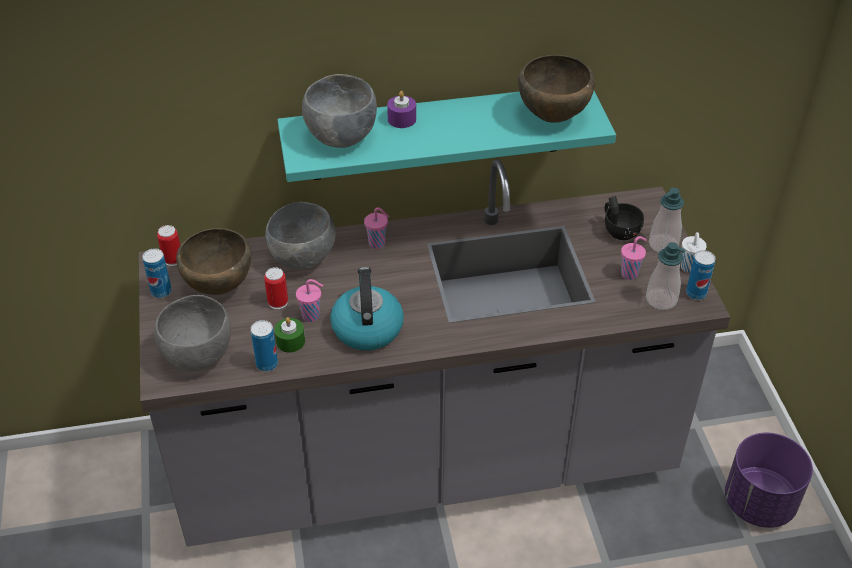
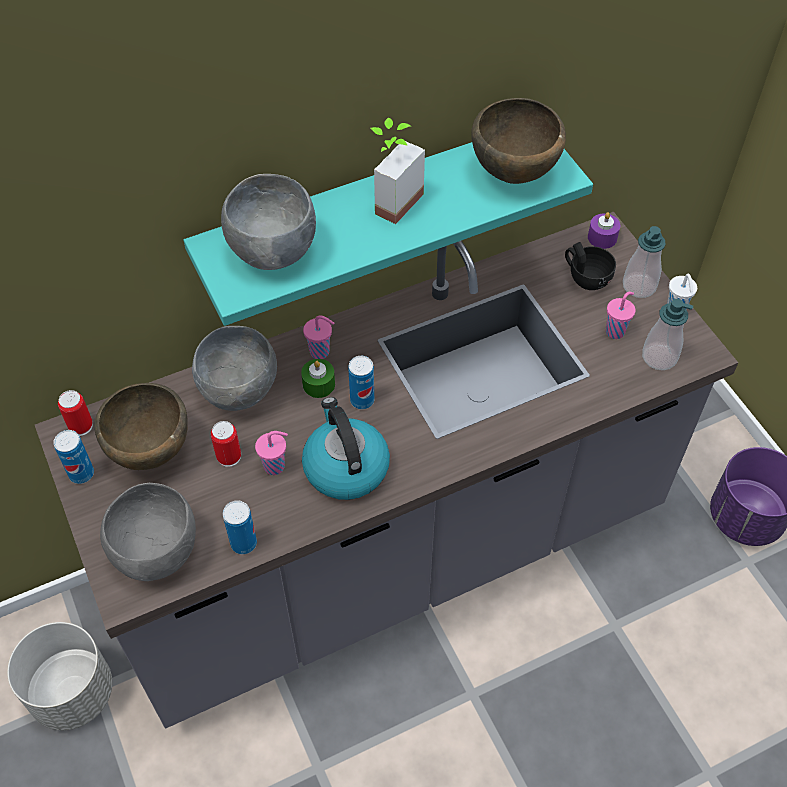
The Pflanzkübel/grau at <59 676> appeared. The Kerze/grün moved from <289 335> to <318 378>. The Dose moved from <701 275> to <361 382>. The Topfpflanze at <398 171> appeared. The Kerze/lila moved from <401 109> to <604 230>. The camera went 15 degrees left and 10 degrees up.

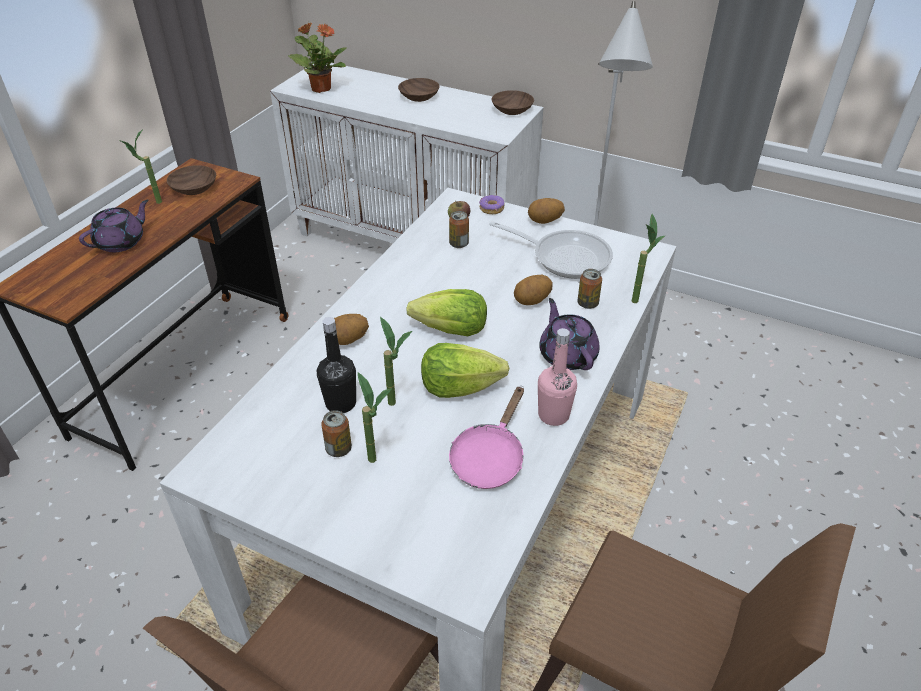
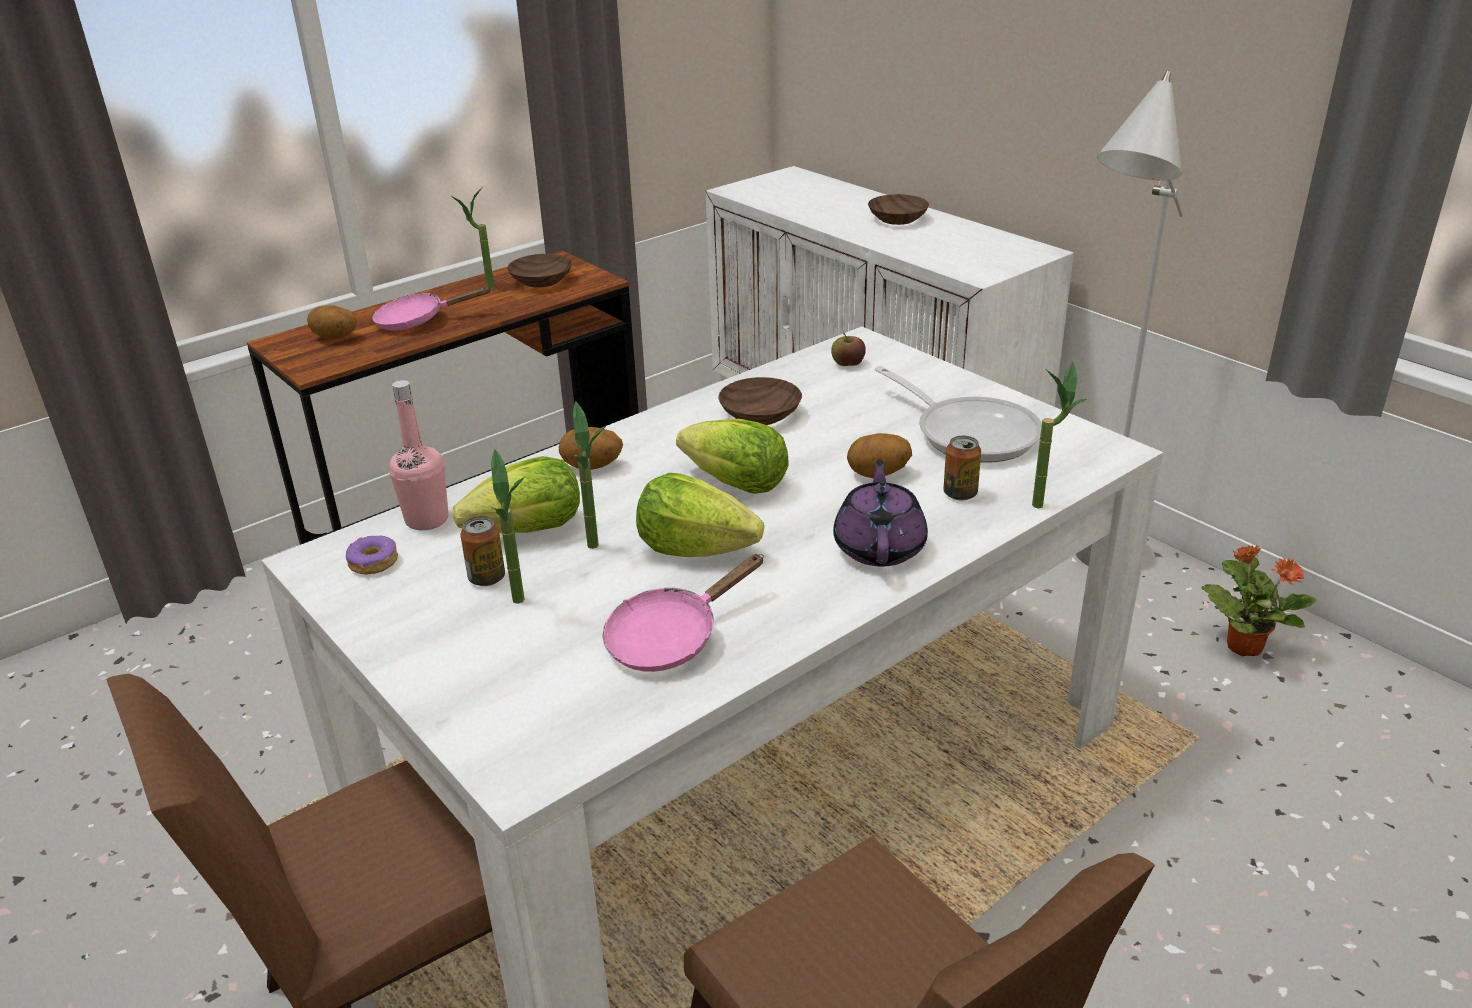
The Kartoffel moved from <546 211> to <332 322>. The Donut moved from <491 204> to <372 555>. The Teekanne/lila at <113 226> was replaced by the Pfanne/rosa at <432 308>. The Flasche/rosa moved from <557 377> to <419 455>. The Flasche/schwarz at <336 365> was replaced by the Salatkopf at <516 494>. The Schüssel/braun moved from <513 102> to <760 401>. The Topfpflanze moved from <317 57> to <1259 601>. The Dose at <459 229> disappeared. The camera went 25 degrees right and 10 degrees down.

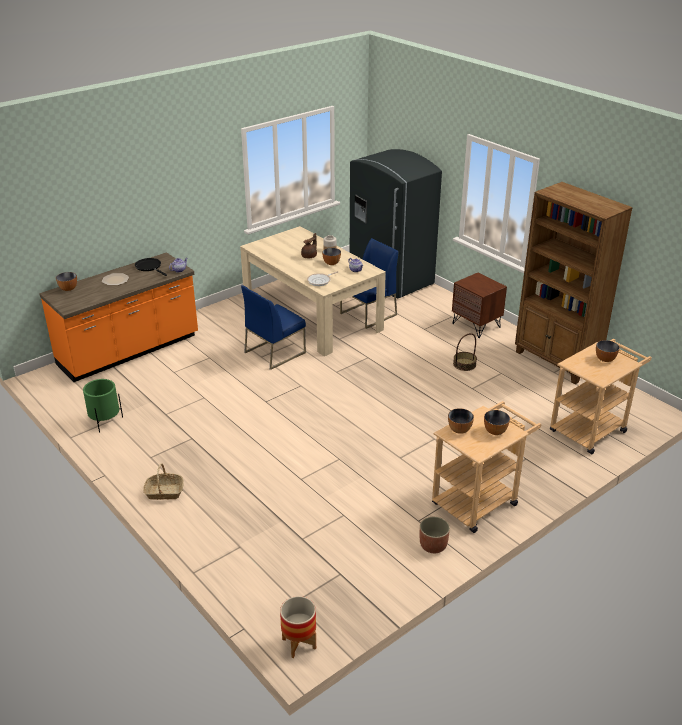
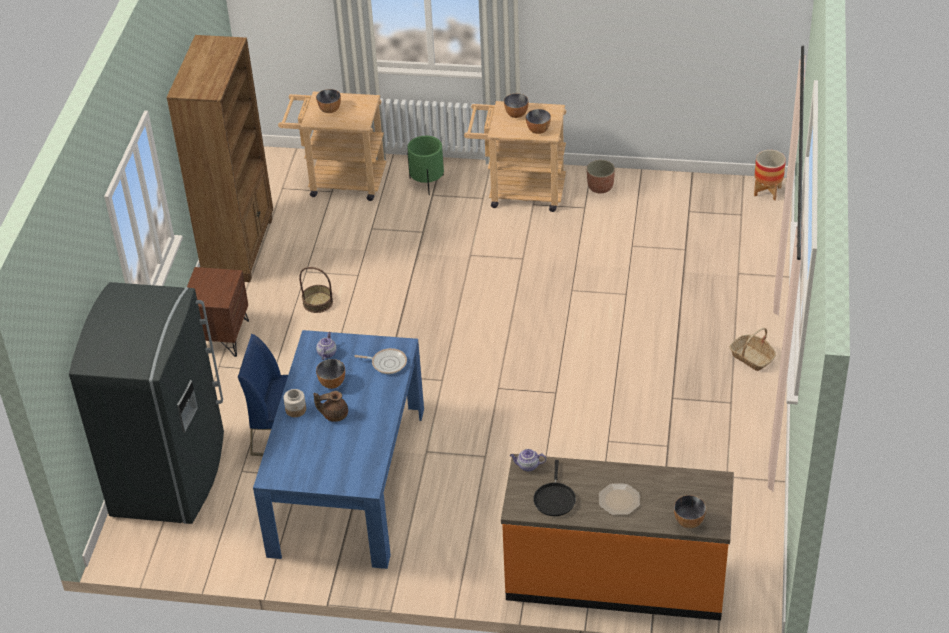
The Esstisch/beige at <313 291> became the Esstisch/blau at <338 449>. The Pflanzkübel/grün moved from <103 405> to <426 165>. The Stuhl/blau at <273 327> disappeared. The camera went 130 degrees left and 10 degrees up.

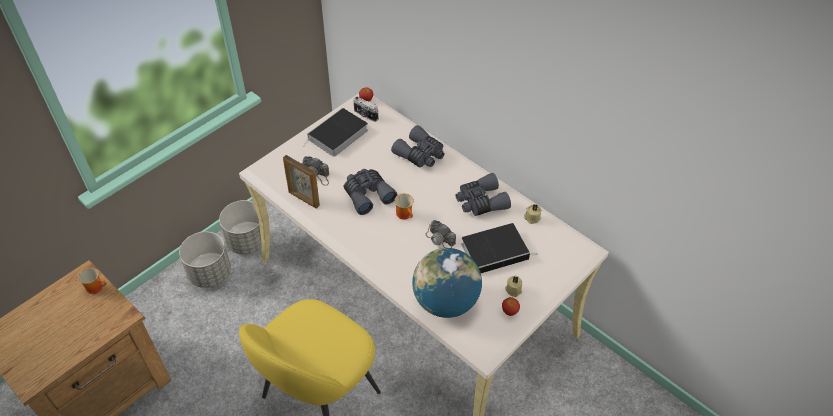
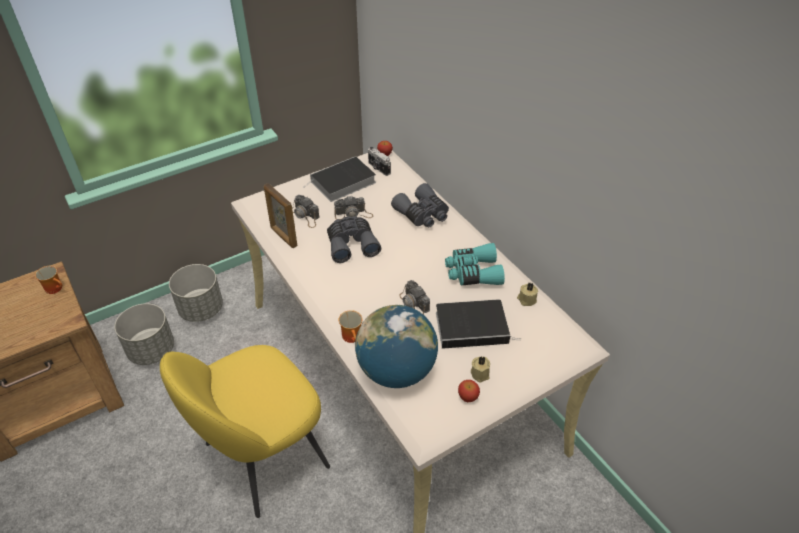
The Pflanzkübel/grau moved from <240 227> to <144 334>. The Kamera at <353 208> appeared. The Henkelbecher moved from <404 206> to <350 326>. The Fernglas/grau at <483 194> became the Fernglas/türkis at <475 264>. The camera went 15 degrees right and 5 degrees down.

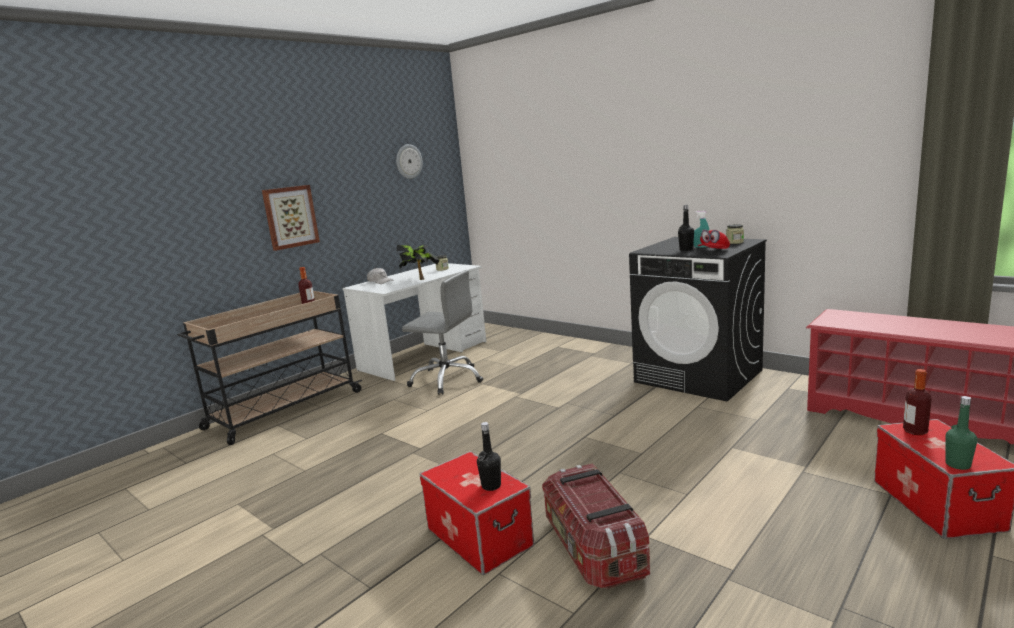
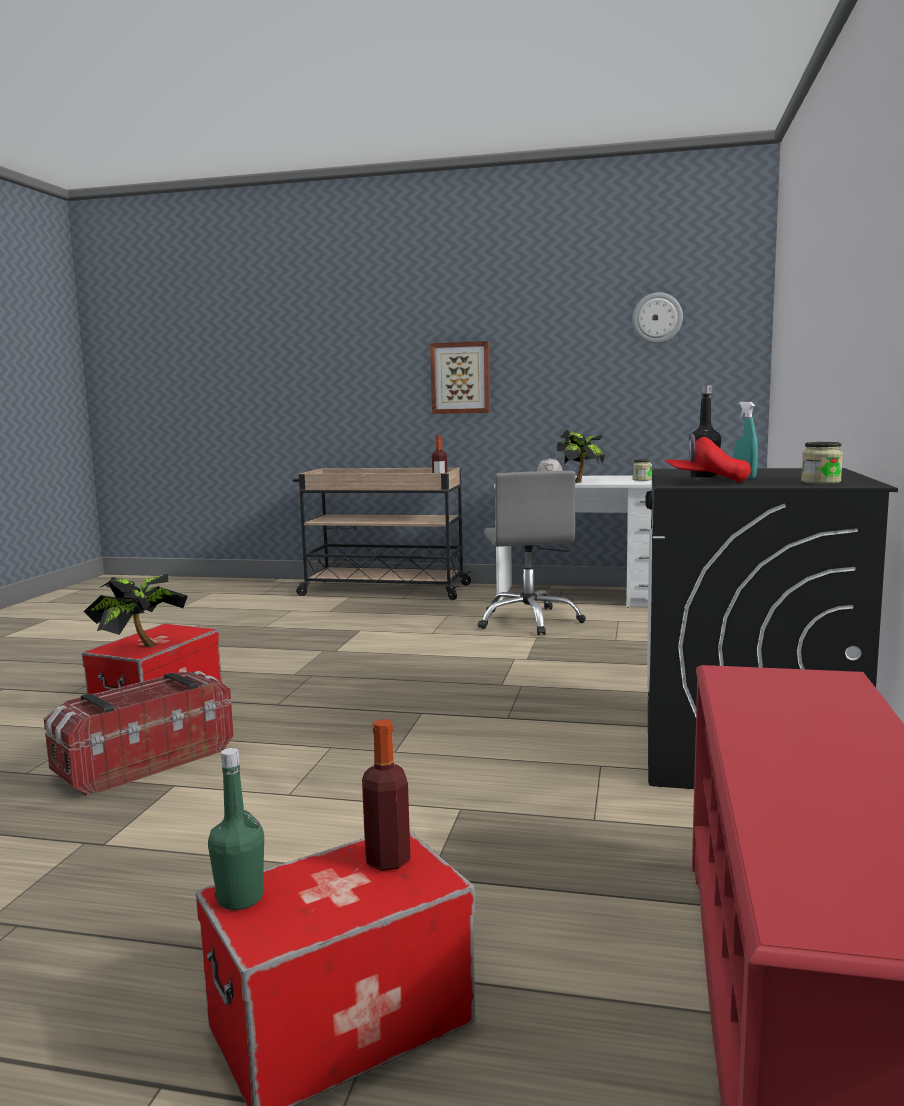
The Flasche/schwarz at <489 456> was replaced by the Topfpflanze at <135 610>. The camera went 60 degrees right and 5 degrees down.

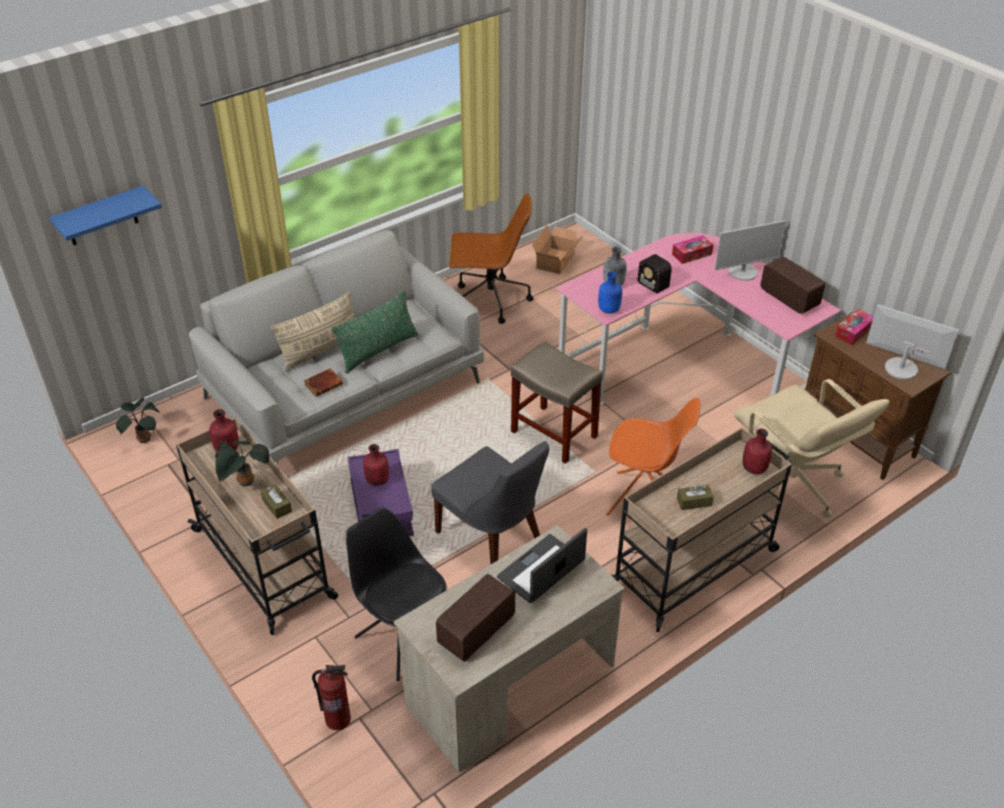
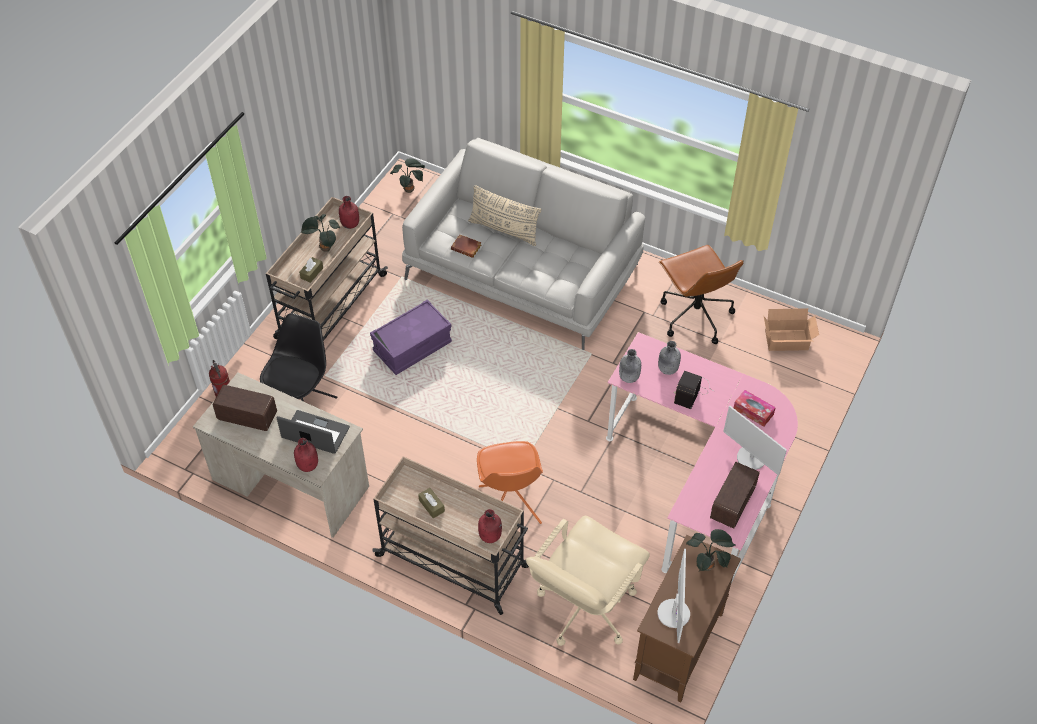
The Flasche/rot moved from <376 465> to <306 455>. The Flasche/blau at <610 293> became the Flasche/grau at <630 366>. The Taschentuchbox at <854 327> was replaced by the Topfpflanze at <711 550>. The Wandregal/blau at <105 215> disappeared. The Kissen/grün at <375 332> disappeared. The Stuhl/grau at <490 502> disappeared. The Hocker/beige at <557 403> disappeared. The camera went 65 degrees right and 10 degrees up.

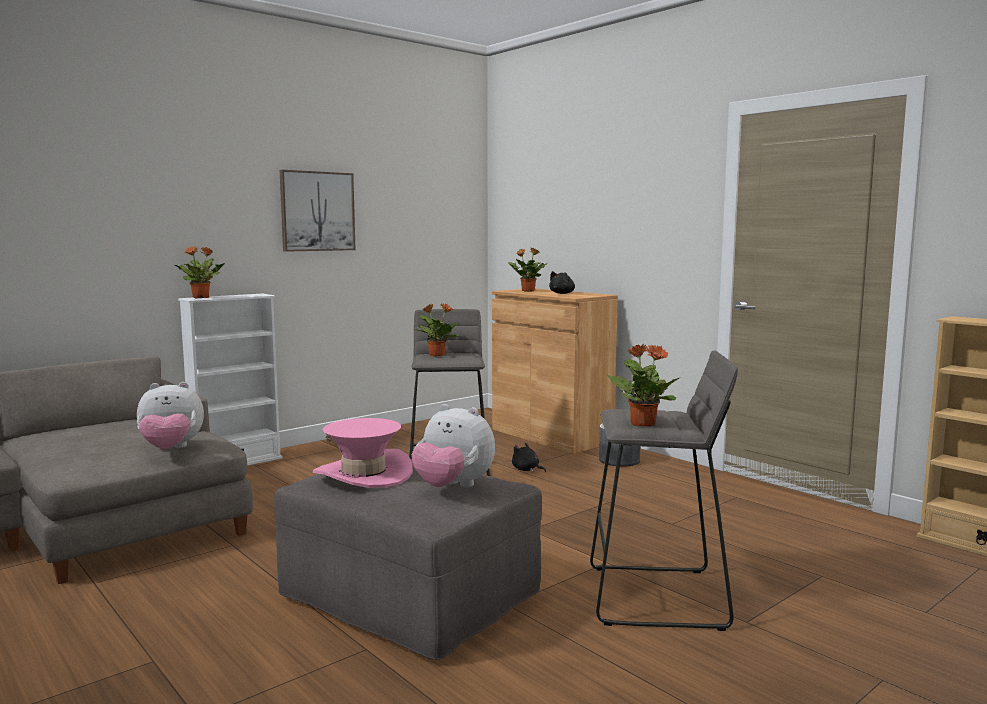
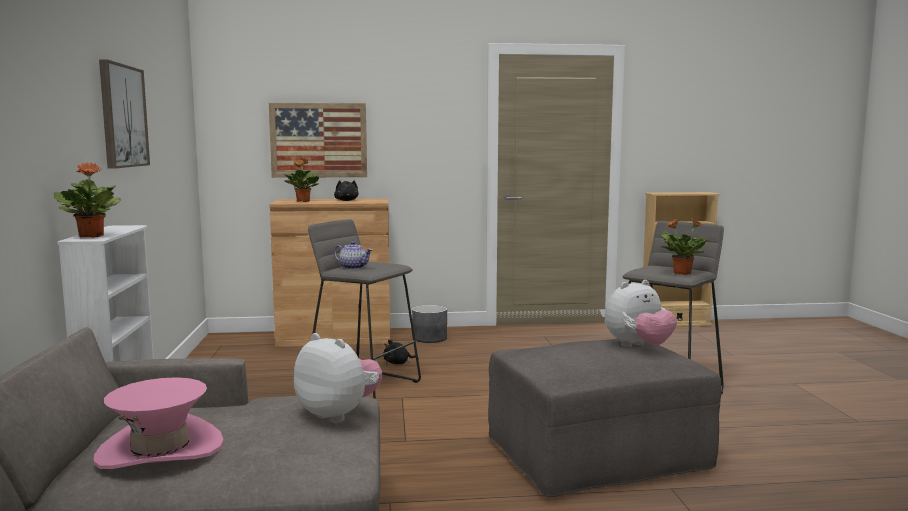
The Hut/rosa moved from <363 453> to <158 423>. The Bild at <318 140> appeared. The Plüschtier at <170 415> turned 75 degrees counterclockwise. The Topfpflanze at <437 330> was replaced by the Teekanne at <353 255>. The camera went 55 degrees left and 0 degrees up.

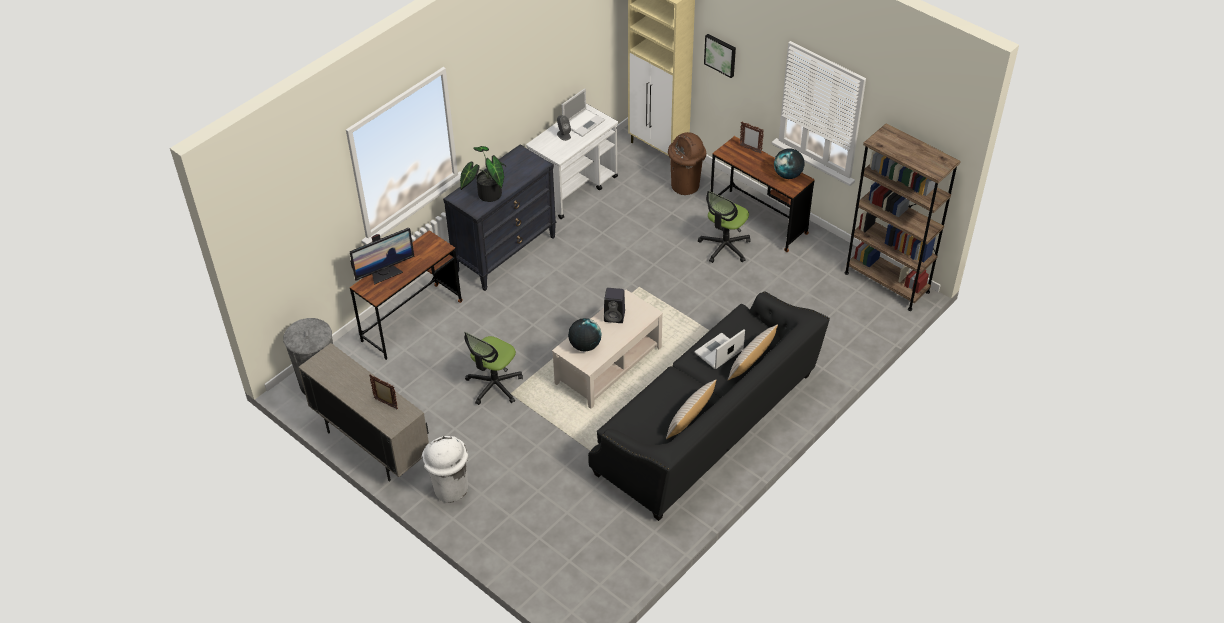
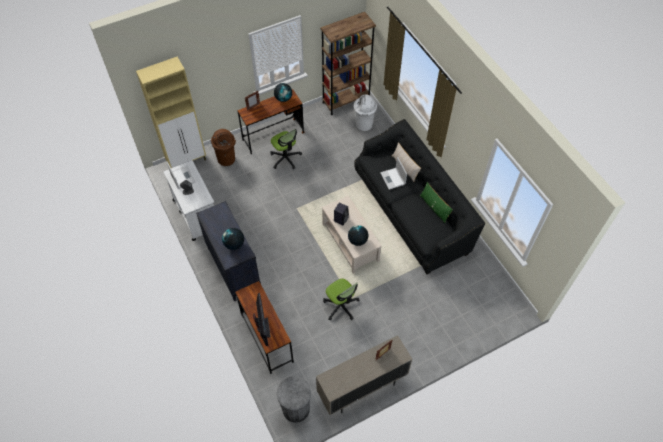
The Topfpflanze at <483 174> was replaced by the Globus at <233 239>. The Mülleimer/weiß moved from <444 469> to <365 112>. The Kissen/beige at <691 409> became the Kissen/grün at <436 202>. The Bild at <720 56> disappeared. The camera went 70 degrees left and 10 degrees up.

